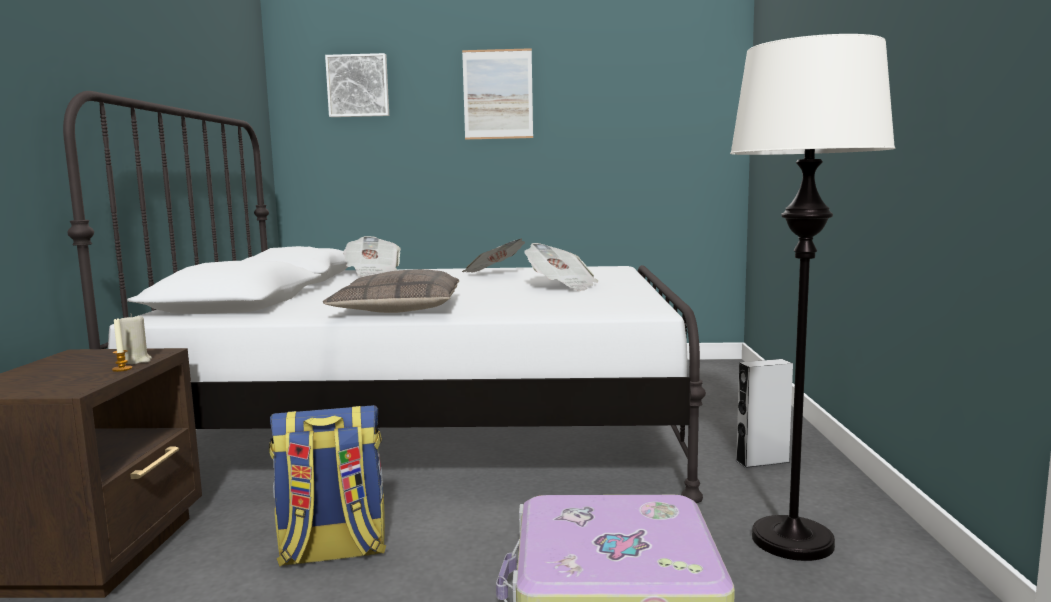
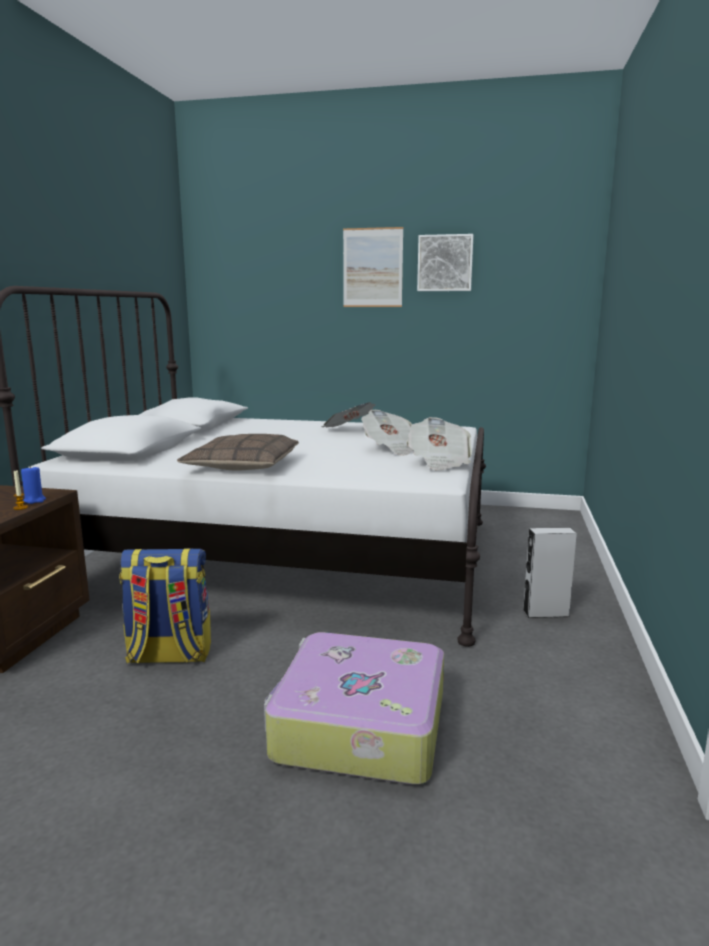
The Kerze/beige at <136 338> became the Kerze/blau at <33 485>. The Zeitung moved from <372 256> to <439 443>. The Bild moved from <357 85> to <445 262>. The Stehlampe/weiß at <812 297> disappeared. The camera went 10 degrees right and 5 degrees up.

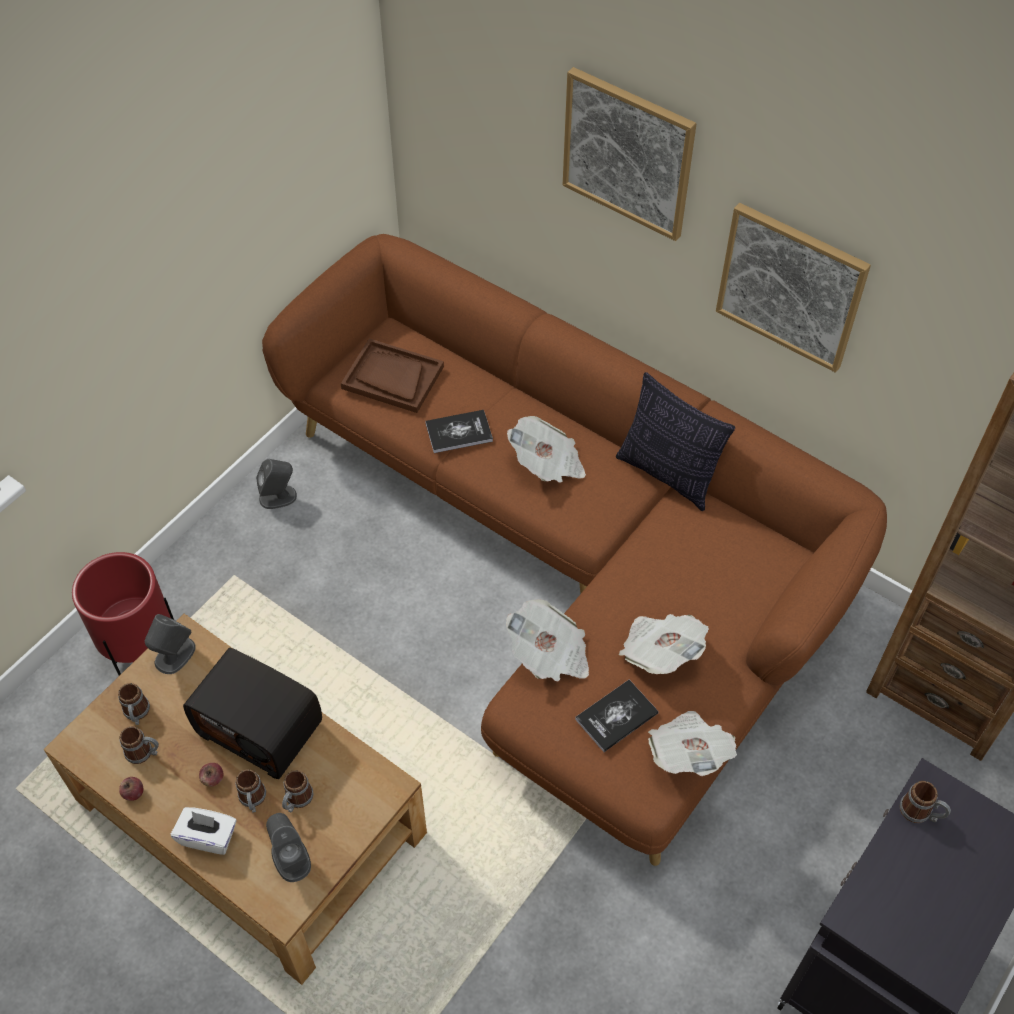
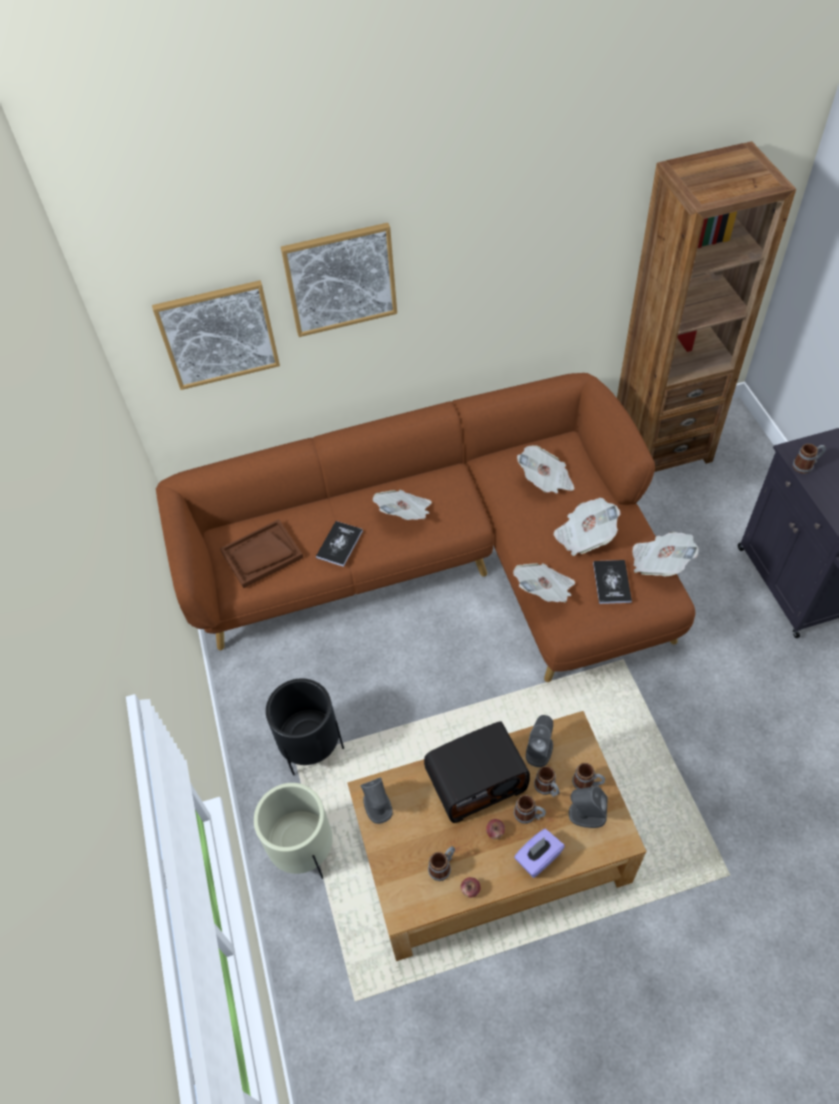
The Bild moved from <793 288> to <216 335>. The Pflanzkübel/rot at <123 614> became the Pflanzkübel/beige at <293 831>. The Pflanzkübel/schwarz at <305 726> appeared. The Taschentuchbox/weiß at <204 831> became the Taschentuchbox/lila at <539 853>. The Zeitung at <546 469> appeared. The Lautsprecher/grau moved from <276 484> to <539 741>. The Henkelbecher moved from <134 704> to <588 776>. The Kissen at <675 441> disappeared. The camera went 50 degrees left and 0 degrees up.

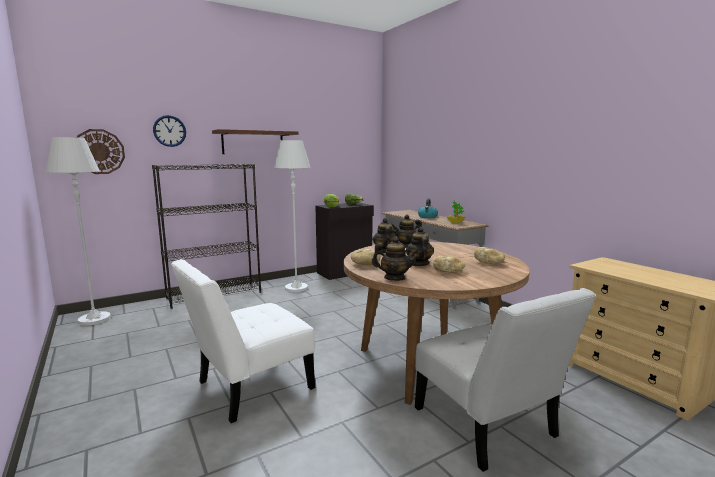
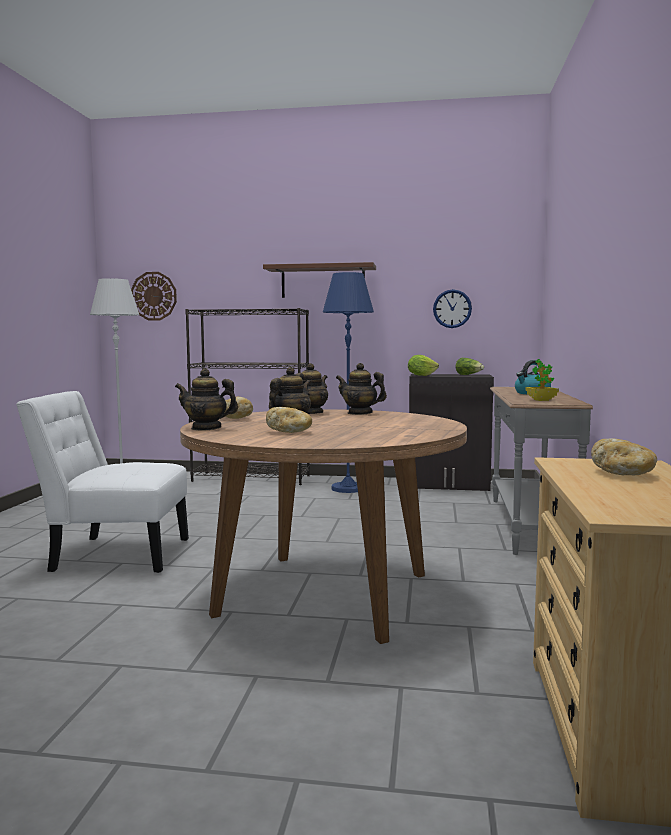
The Teekanne at <395 259> turned 135 degrees clockwise. The Stehlampe/weiß at <292 216> became the Stehlampe/blau at <348 382>. The Wanduhr moved from <169 131> to <452 308>. The Brot moved from <489 255> to <624 457>. The Stuhl/weiß at <505 380> disappeared. The camera went 40 degrees right and 5 degrees down.

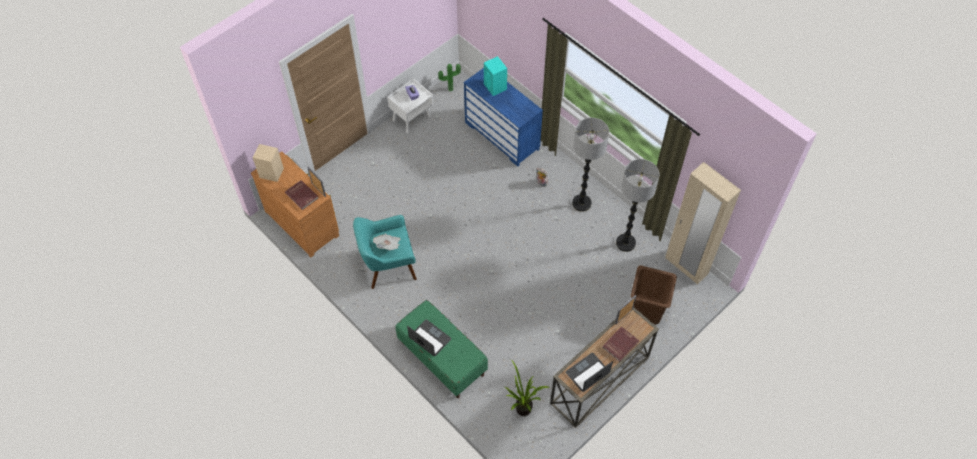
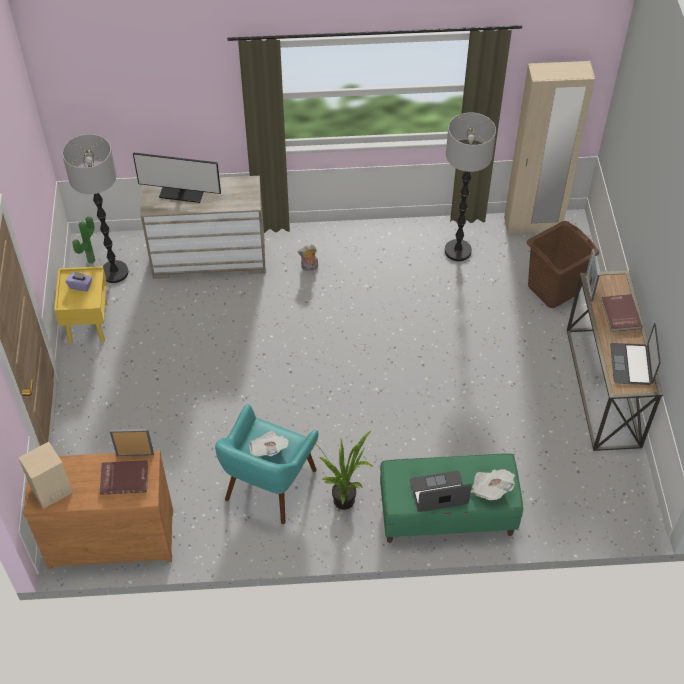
The Nachttisch/weiß at <410 106> became the Nachttisch/gelb at <81 305>. The Stehlampe moved from <590 165> to <95 208>. The Lautsprecher/türkis at <495 76> was replaced by the Monitor at <177 177>. The Kommode/blau at <503 117> became the Kommode/beige at <202 227>. The Topfpflanze moved from <527 388> to <339 470>. The Zeitung at <493 484> appeared. The camera went 50 degrees left and 5 degrees down.

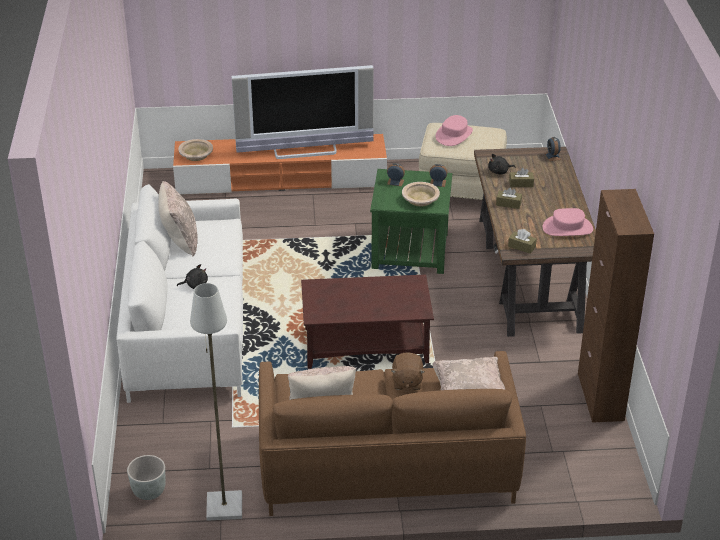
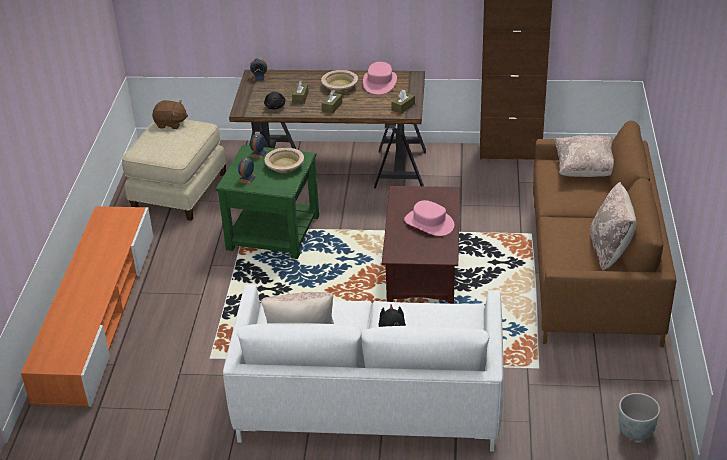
The Plüschtier/braun moved from <408 371> to <170 114>. The Schüssel/beige moved from <195 150> to <339 81>. The Hut/rosa moved from <454 130> to <429 218>. The Stehlampe/grau at <216 402> disappeared. The Fernseher at <302 112> disappeared. The camera went 80 degrees left and 0 degrees up.

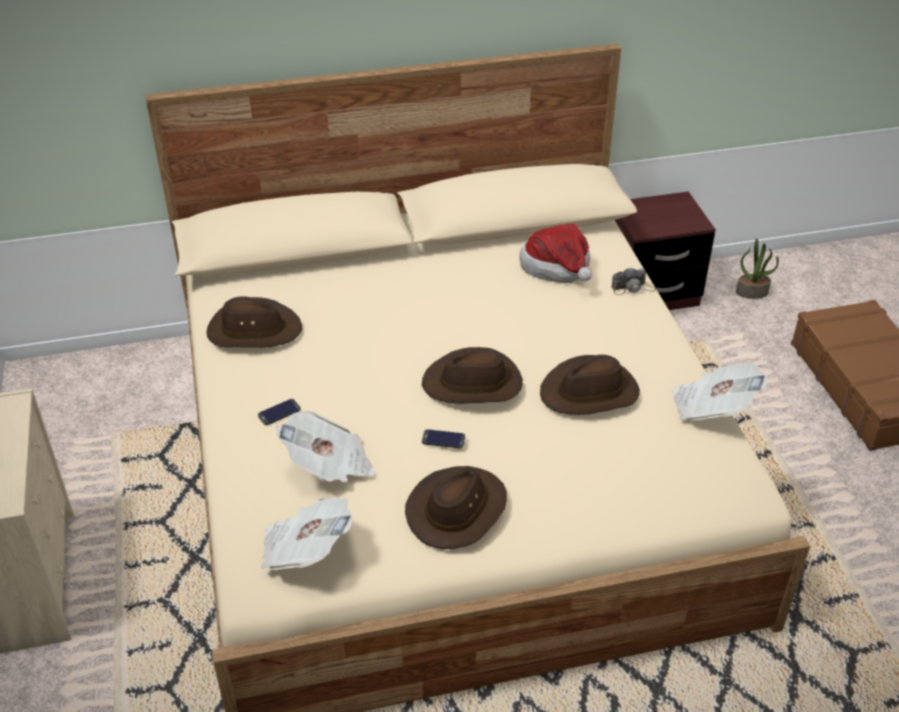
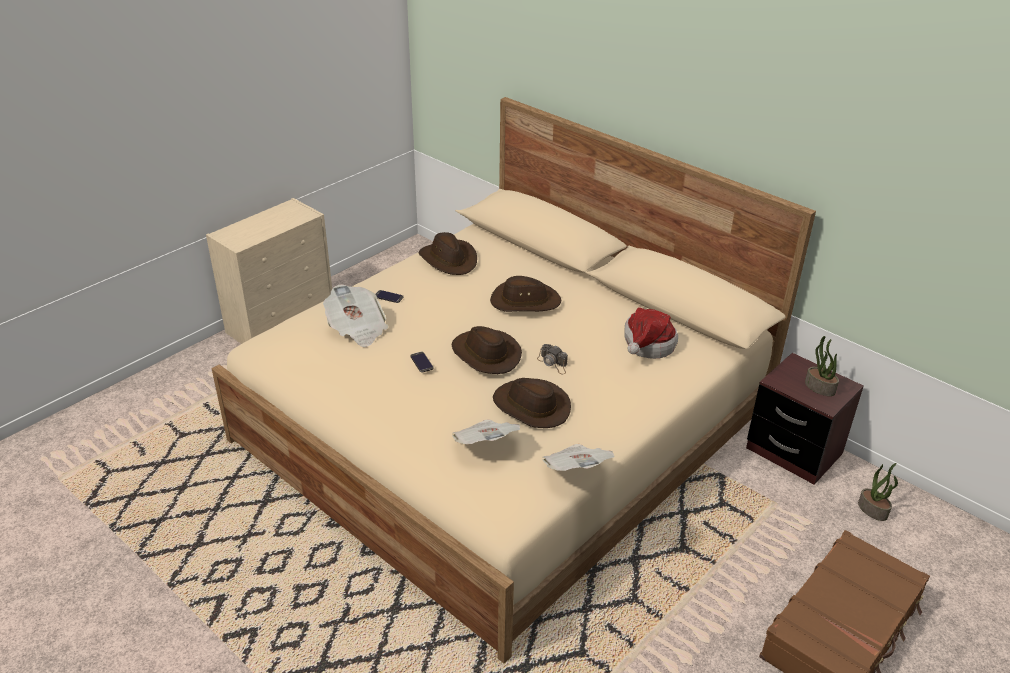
The Zeitung moved from <307 534> to <486 431>. The Hut/braun moved from <456 507> to <526 294>. The Kamera moved from <633 281> to <552 359>. The Topfpflanze at <822 366> appeared. The camera went 55 degrees right and 5 degrees down.

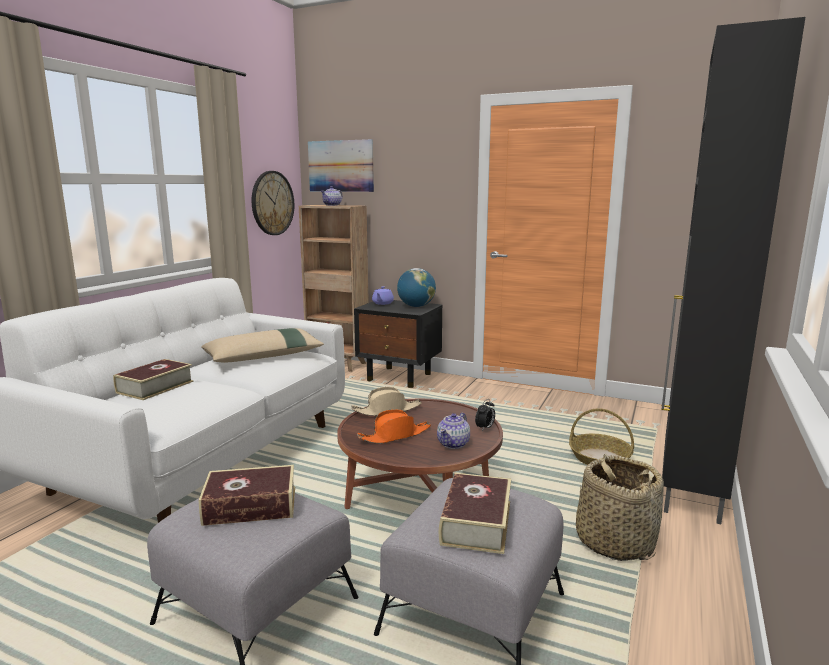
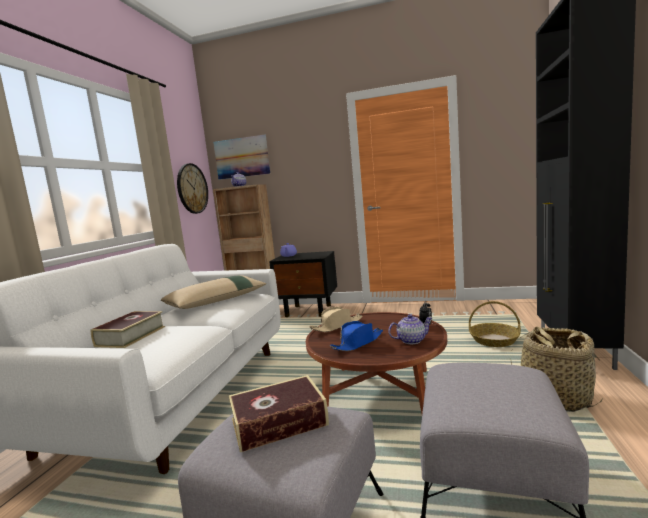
The Hut/orange at <394 426> became the Hut/blau at <356 336>. The Teekanne at <453 430> turned 120 degrees counterclockwise. The Globus at <416 287> disappeared. The Buch at <475 513> disappeared. The camera went 10 degrees left and 5 degrees down.

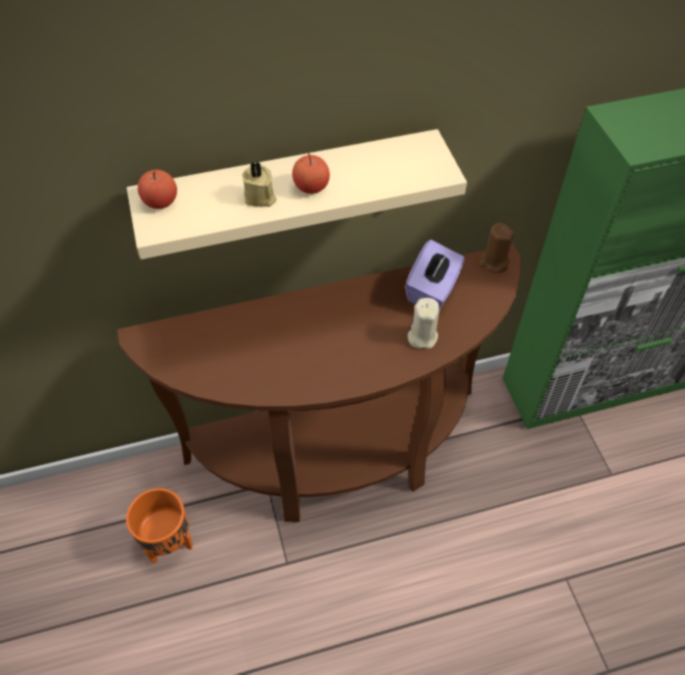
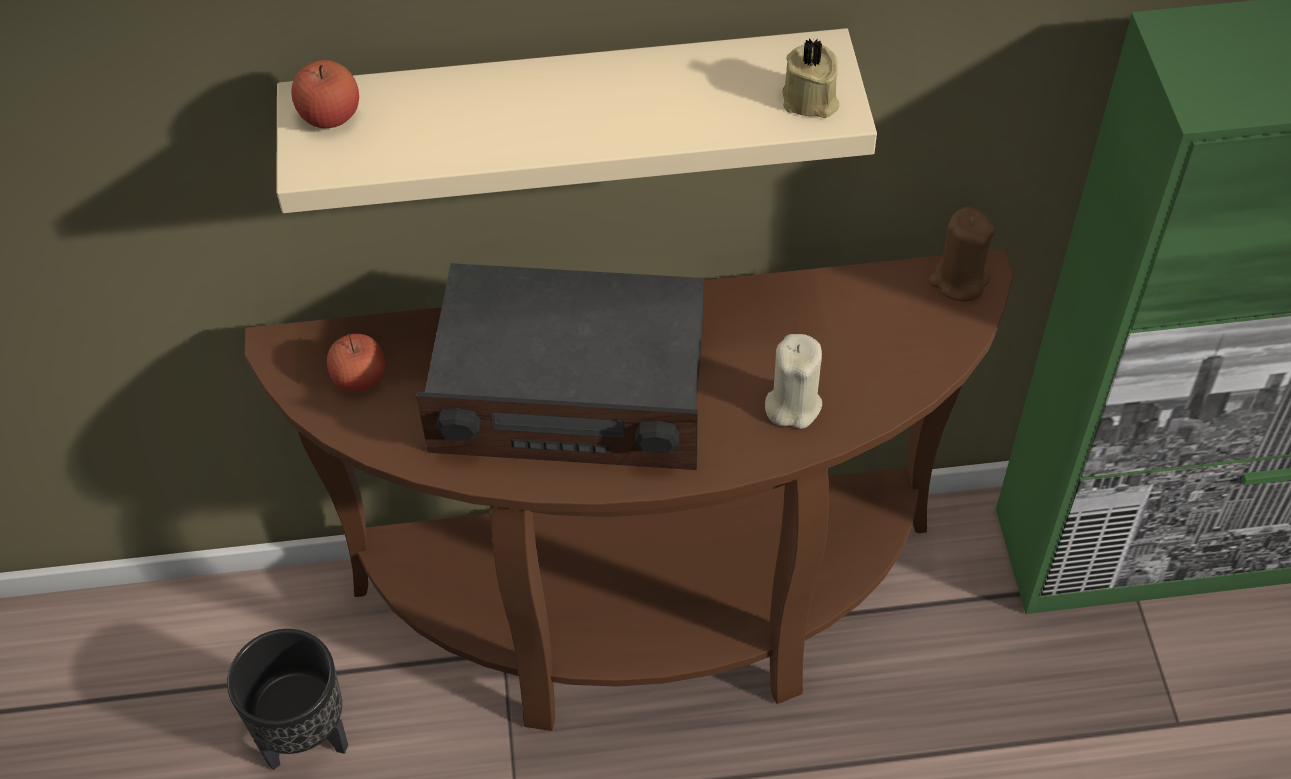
The Pflanzkübel/orange at <159 526> became the Pflanzkübel/schwarz at <287 699>. The Apfel moved from <311 173> to <356 363>. The Radio at <559 366> appeared. The Kerze/beige moved from <259 184> to <810 78>. The Taschentuchbox/lila at <435 275> disappeared. The camera went 10 degrees right and 0 degrees up.

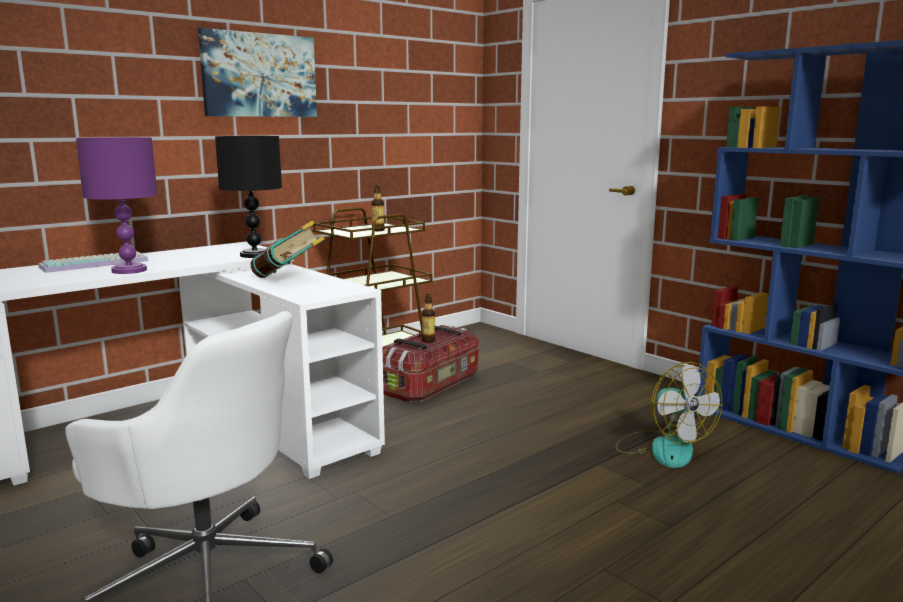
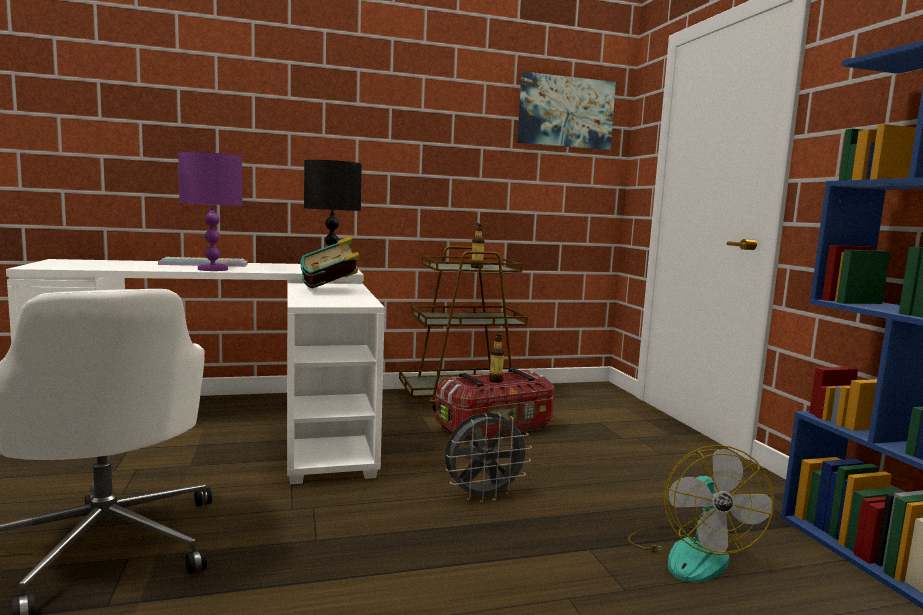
The Ventilator/grau at <488 457> appeared. The Bild moved from <257 72> to <566 111>. The camera went 25 degrees right and 5 degrees down.

